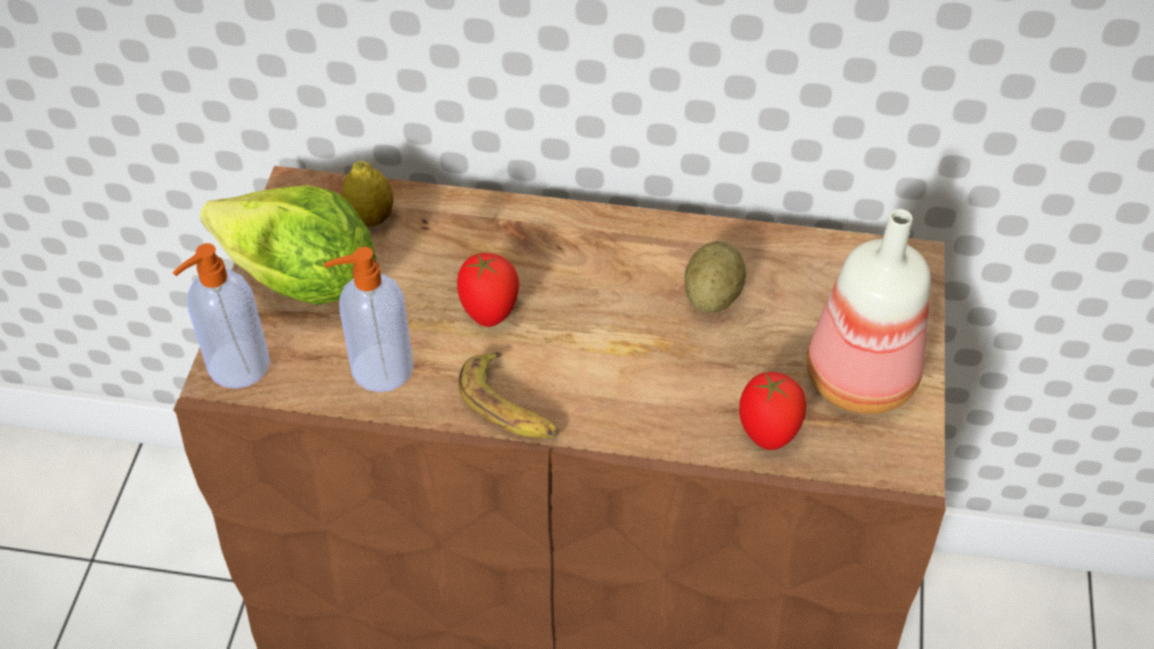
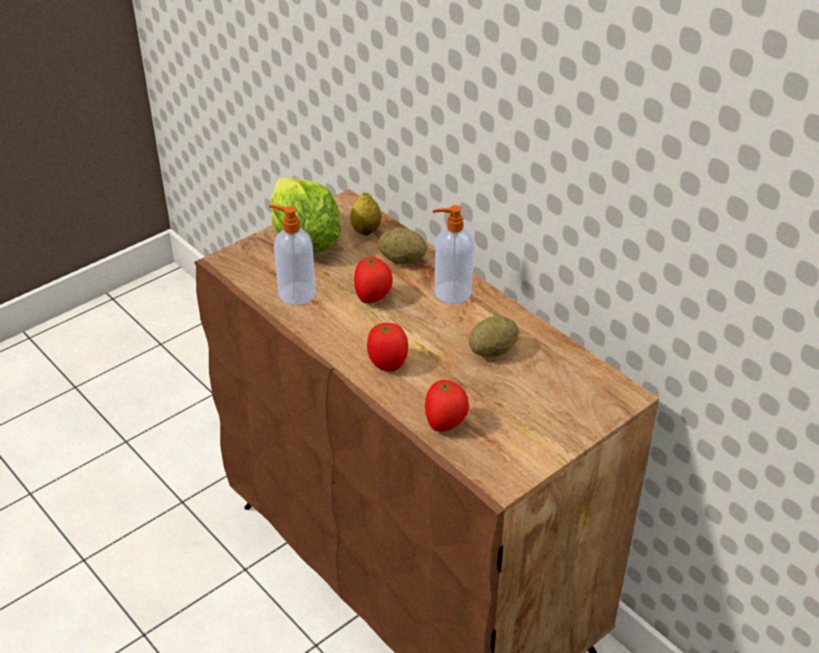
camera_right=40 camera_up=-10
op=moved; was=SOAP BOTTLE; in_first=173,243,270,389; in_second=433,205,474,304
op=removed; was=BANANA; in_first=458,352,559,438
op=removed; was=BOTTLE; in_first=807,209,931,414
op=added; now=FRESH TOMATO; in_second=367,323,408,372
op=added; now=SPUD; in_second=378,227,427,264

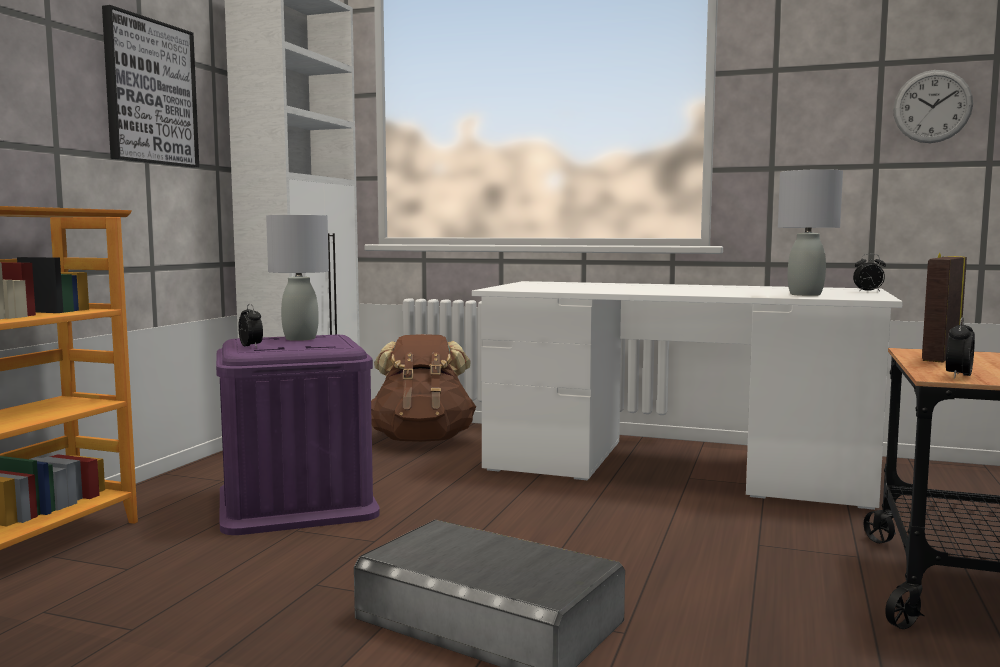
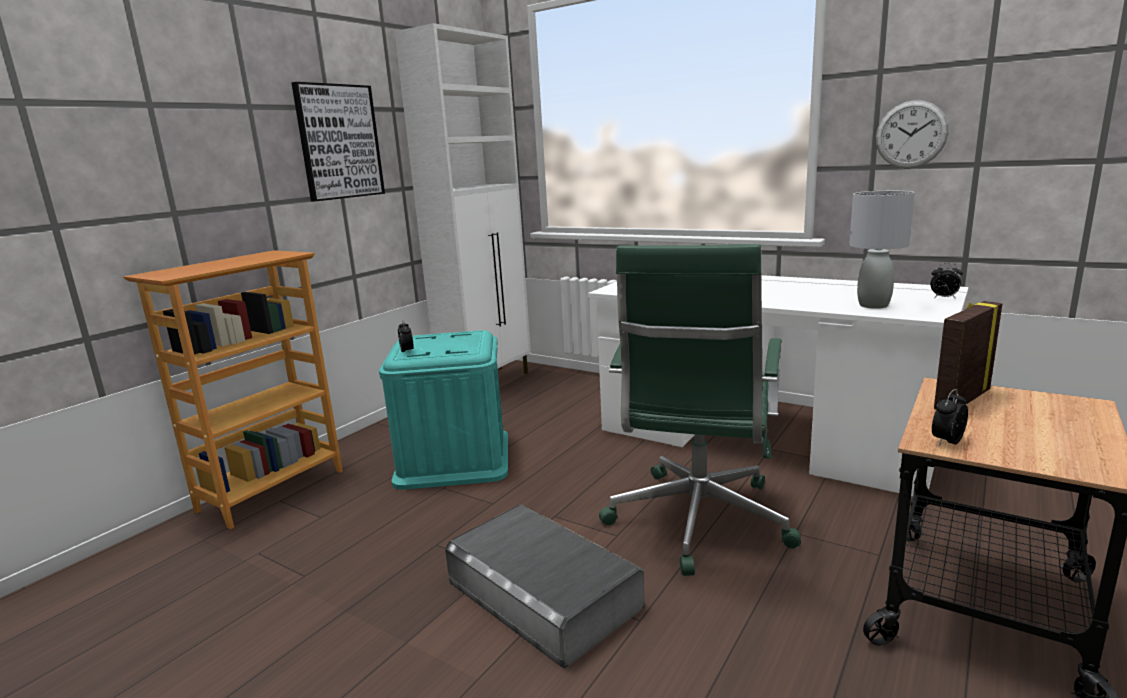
camera_right=15 camera_up=10
op=recoloured; was=PURPLISH STORAGE BOX; now=BLUE-GREEN STORAGE BOX; in_first=216,335,380,535; in_second=379,330,508,490
op=removed; was=GRAY LAMP FOR A TABLE; in_first=266,215,329,341
op=removed; was=BROWN-COLOURED BACKPACK; in_first=371,334,476,442
op=moved; was=HANGING CLOCK; in_first=893,70,973,143; in_second=876,100,949,168
op=added; now=GREEN OFFICE CHAIR; in_second=599,244,801,576

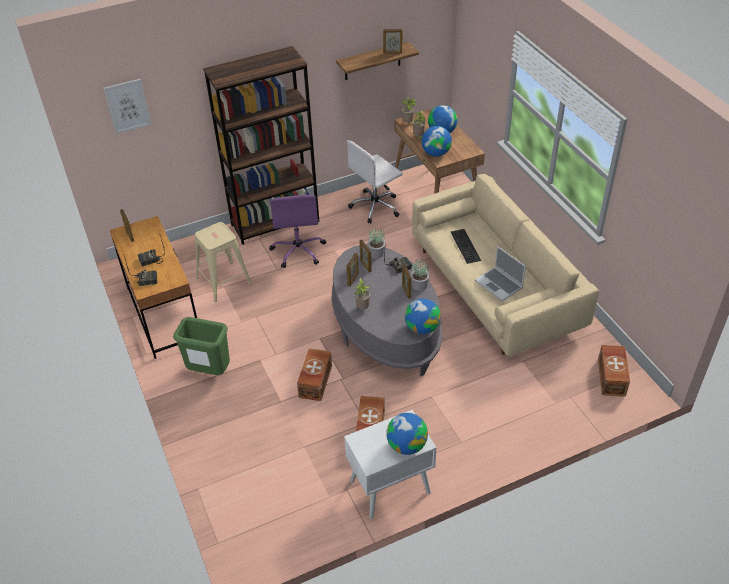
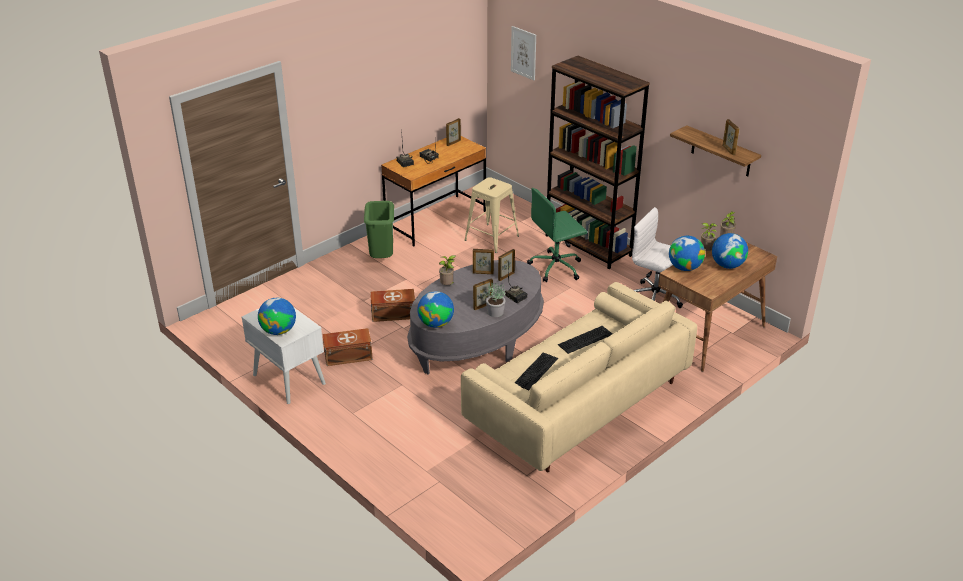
camera_right=70 camera_up=-10
op=recoloured; was=PURPLISH OFFICE CHAIR; now=GREEN OFFICE CHAIR; in_first=269,195,326,268; in_second=527,188,587,282
op=removed; was=PLANT IN A POT; in_first=368,228,386,258
op=replaced; was=NOTEBOOK COMPUTER; now=KEYBOARD; in_first=475,246,526,301; in_second=514,352,558,390
op=removed; was=BROWN-COLOURED STORAGE BOX; in_first=598,345,630,397

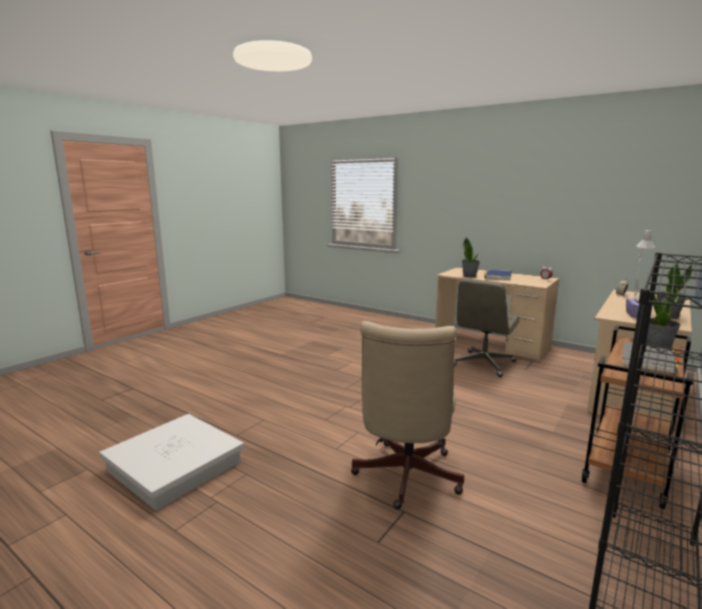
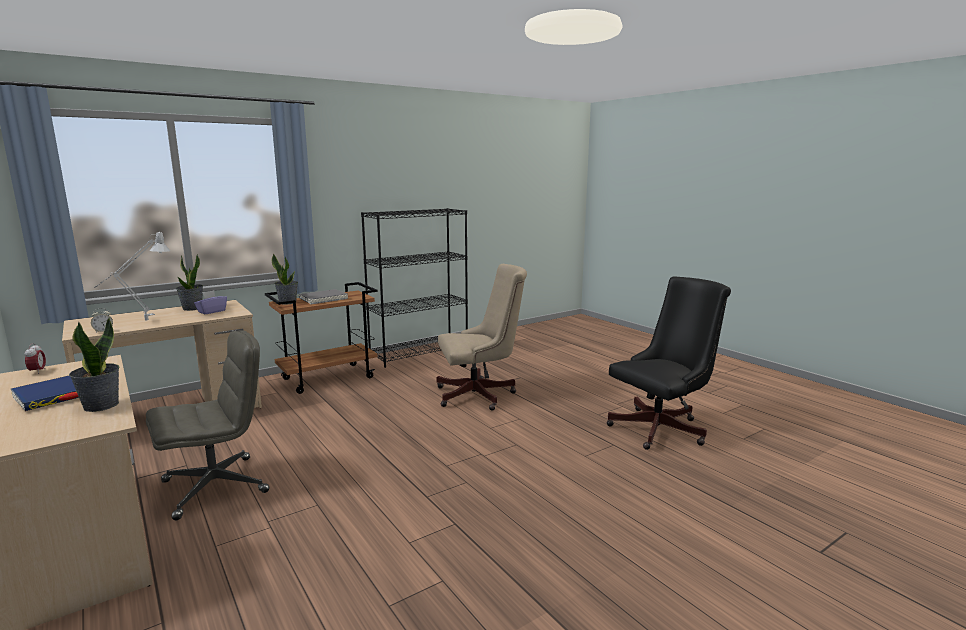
camera_right=-160 camera_up=0
op=replaced; was=WHITISH STORAGE BOX; now=BLACKISH OFFICE CHAIR; in_first=99,414,244,511; in_second=607,276,731,450
op=turned; was=BEIGE-COLOURED OFFICE CHAIR; in_first=351,321,464,509; in_second=436,264,527,411; clockwise=45

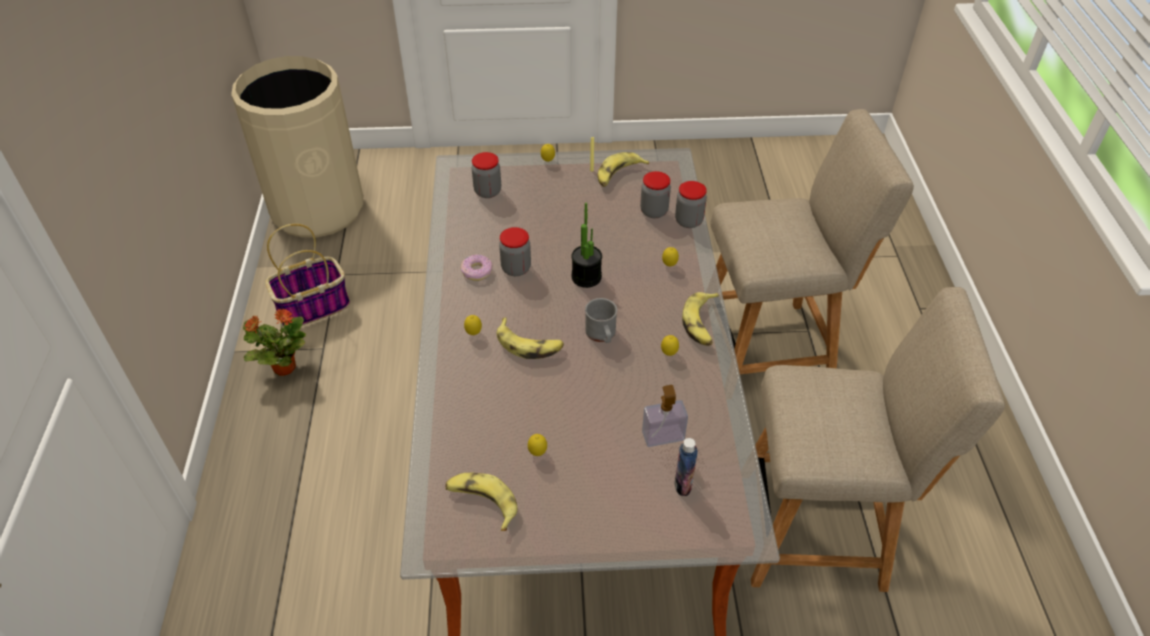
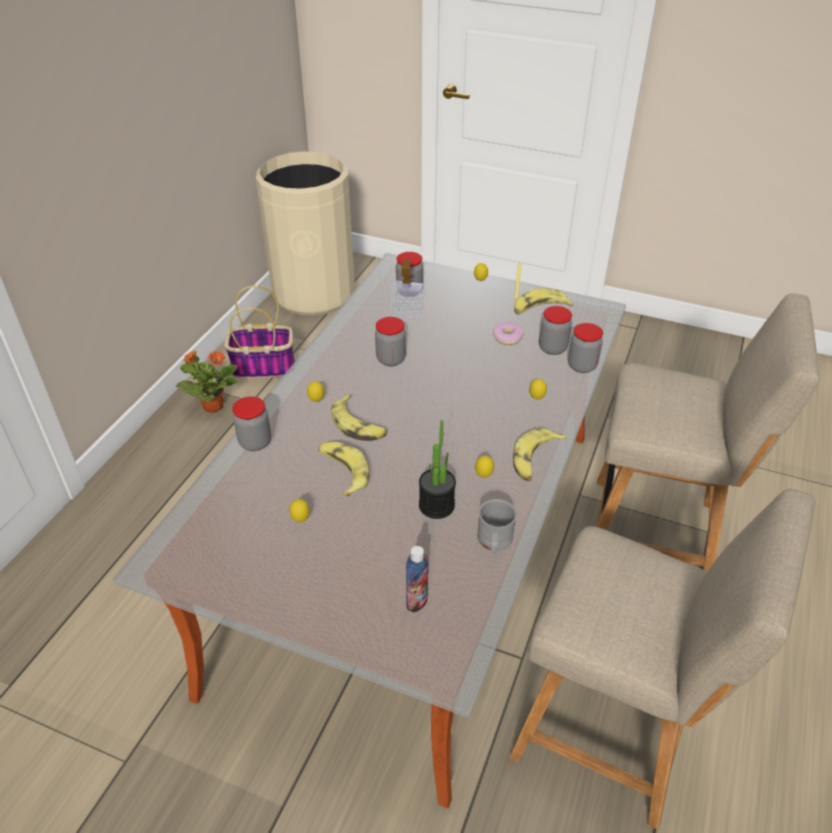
camera_right=25 camera_up=-5
op=moved; was=BANANA; in_first=445,472,517,531; in_second=318,442,369,497
op=moved; was=DOUGHNUT; in_first=460,254,493,281; in_second=493,322,524,345
op=moved; was=PLANT IN A POT; in_first=571,203,602,288; in_second=419,420,456,519
op=moved; was=GRAY TEA MUG; in_first=585,298,617,343; in_second=478,499,517,553
op=moved; was=SOAP BOTTLE; in_first=642,385,688,447; in_second=390,260,424,319
op=added; now=PRESERVE JAR; in_second=232,397,271,451

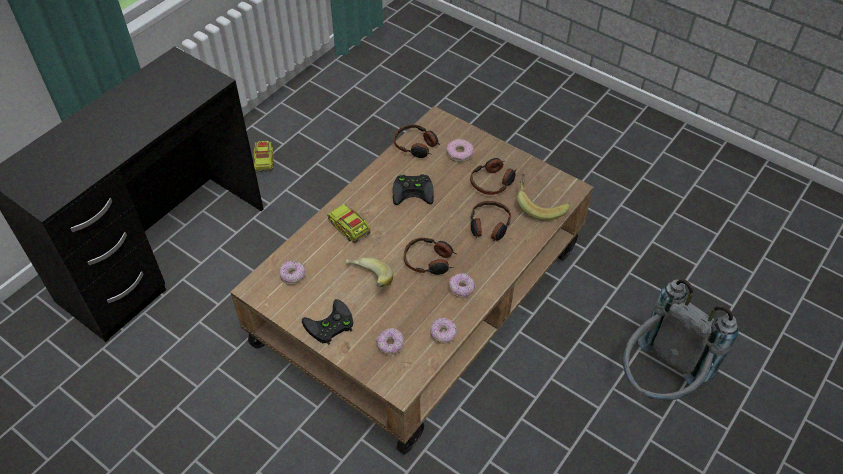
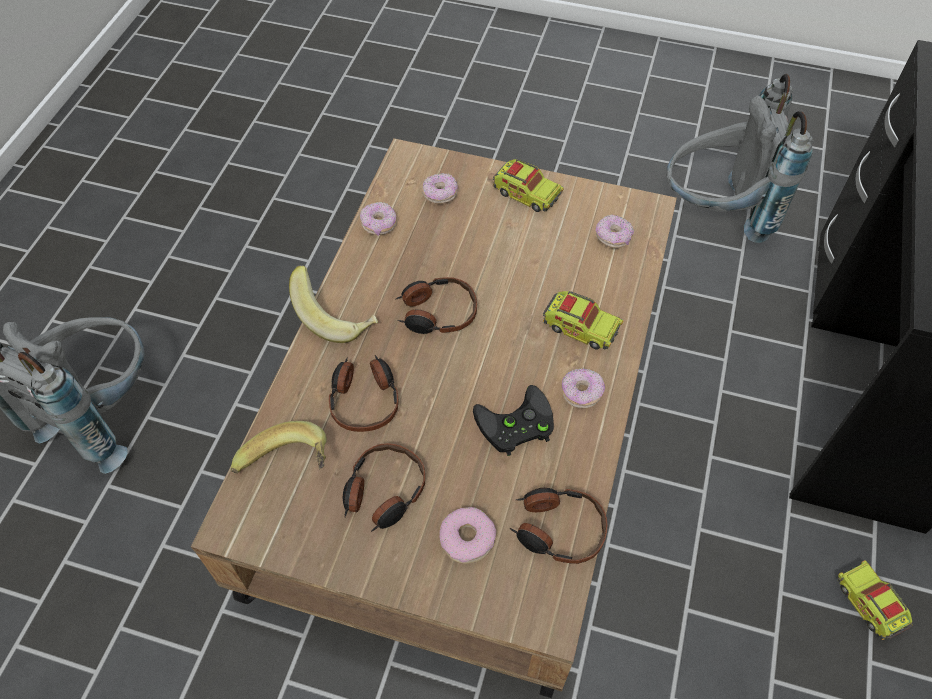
camera_right=160 camera_up=5
op=replaced; was=BLACKISH GAME CONTROLLER; now=TOY TRUCK; in_first=302,299,353,345; in_second=493,159,564,212
op=moved; was=BANANA; in_first=346,257,393,287; in_second=289,265,378,343
op=moved; was=DOUGHNUT; in_first=449,273,475,298; in_second=562,368,605,408
op=added; now=GRAY BACKPACK; in_second=666,74,814,243

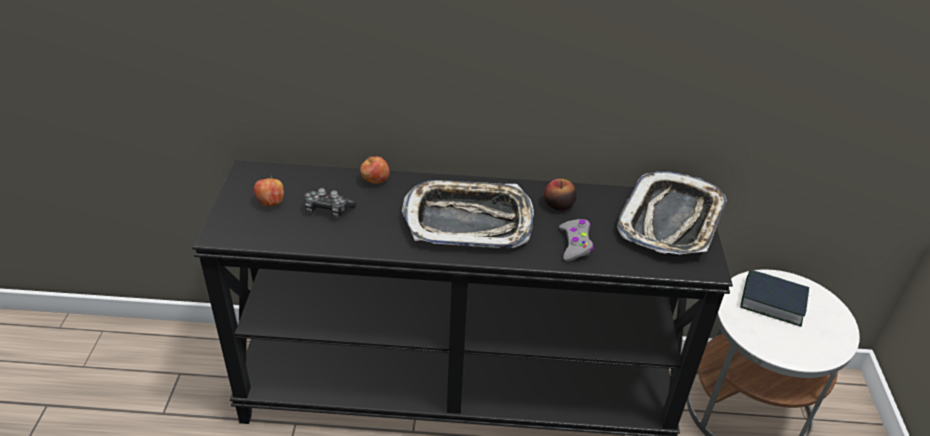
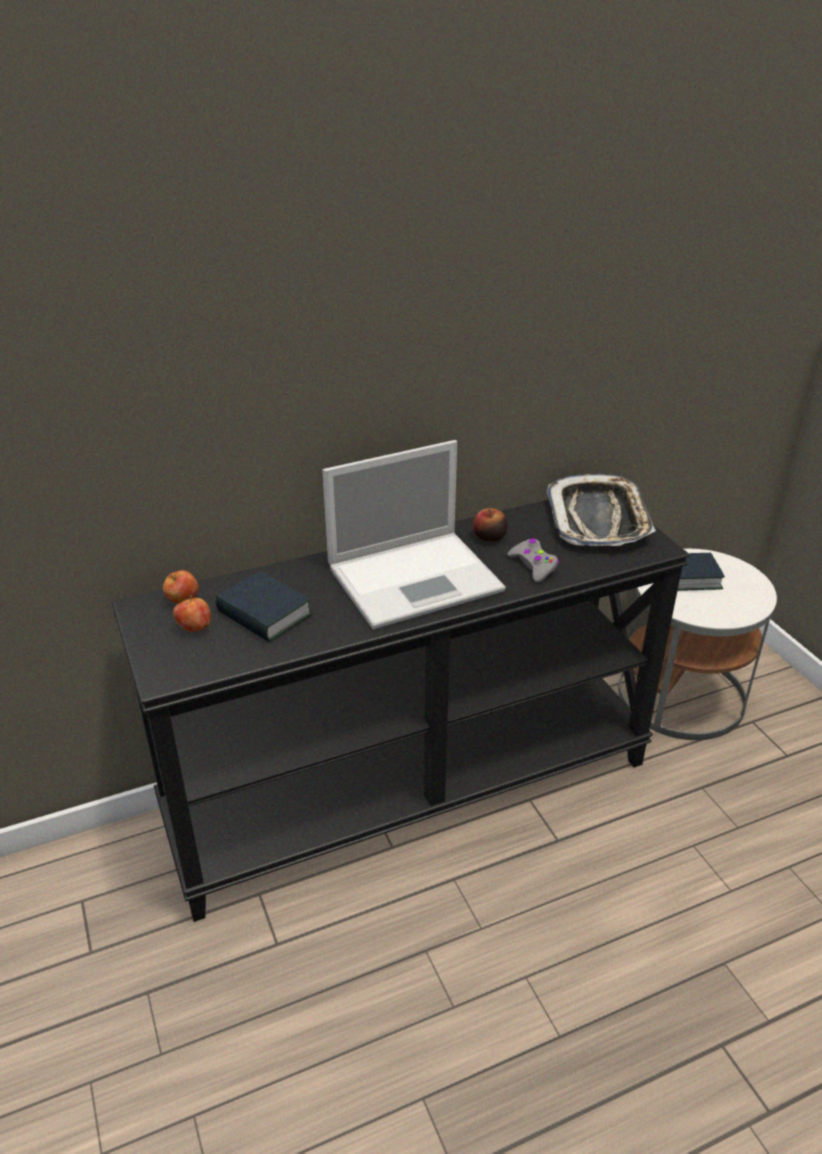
camera_right=-25 camera_up=-5
op=replaced; was=GAME CONTROLLER; now=BOOK; in_first=304,188,356,218; in_second=215,571,312,642
op=moved; was=APPLE; in_first=360,156,389,184; in_second=163,570,199,603
op=replaced; was=TRAY; now=NOTEBOOK COMPUTER; in_first=402,180,534,248; in_second=322,440,506,629

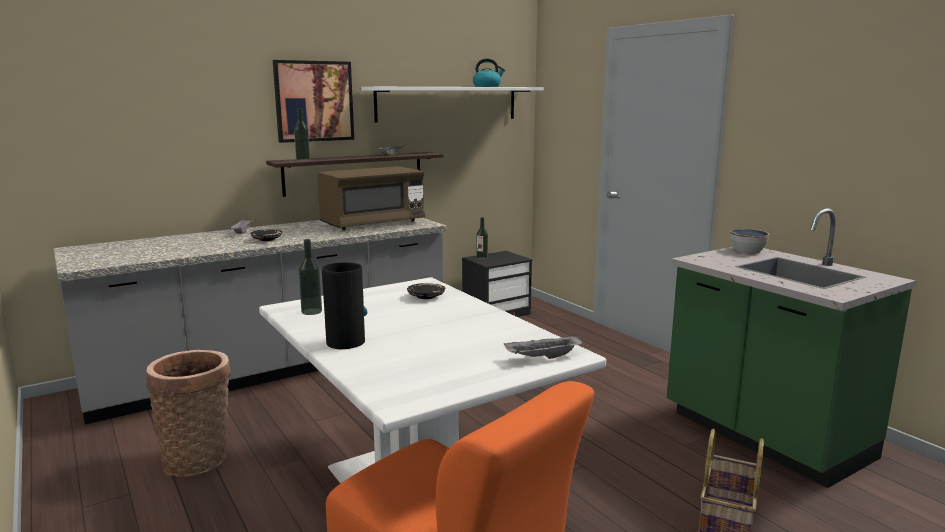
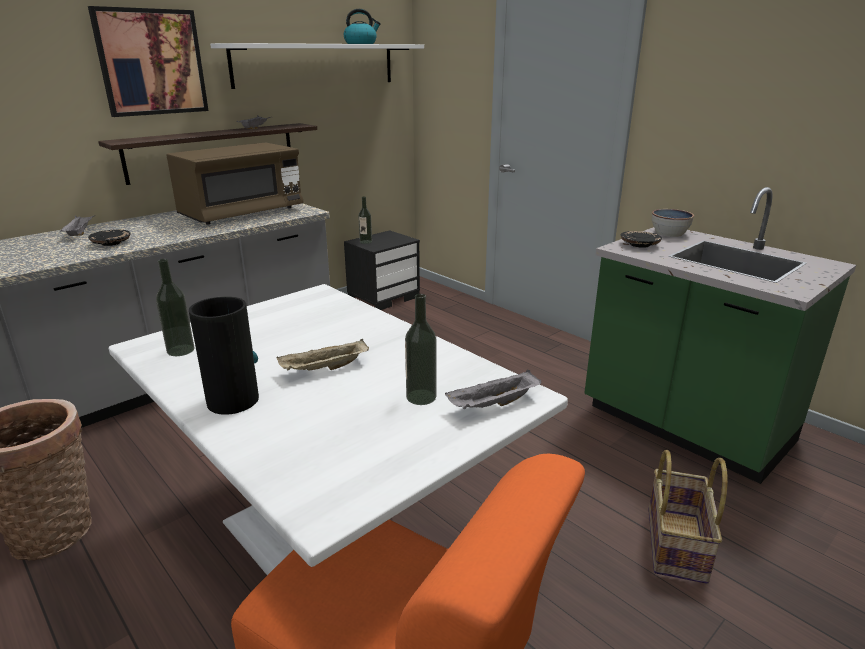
camera_right=-10 camera_up=10
op=moved; was=BOTTLE; in_first=294,108,310,161; in_second=405,294,437,405
op=moved; was=BLACKISH FLAT DISH; in_first=407,283,445,299; in_second=620,231,662,248
op=added; now=BEIGE-COLOURED TRAY; in_second=277,339,369,371

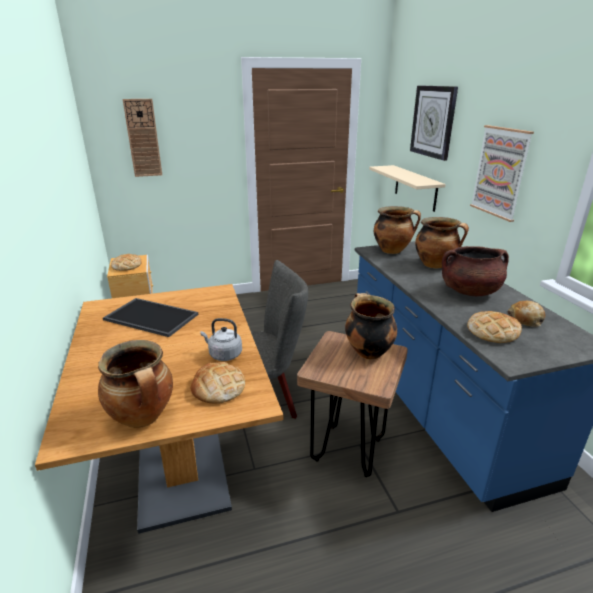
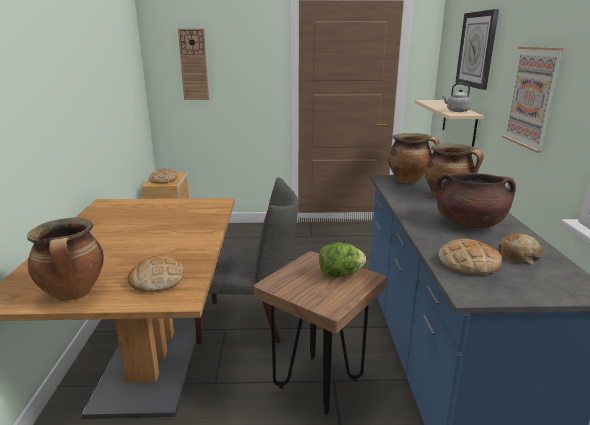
camera_right=15 camera_up=-5
op=removed; was=TRAY; in_first=103,298,198,337
op=moved; was=GRAY KETTLE; in_first=200,318,242,361; in_second=442,83,471,112
op=replaced; was=SAUCEPOT; now=HEAD OF LETTUCE; in_first=345,293,397,360; in_second=319,242,366,278

